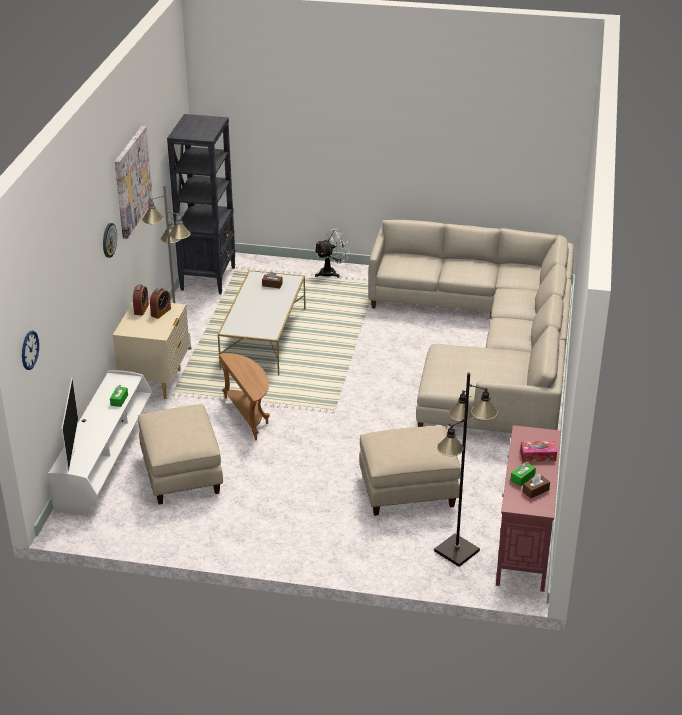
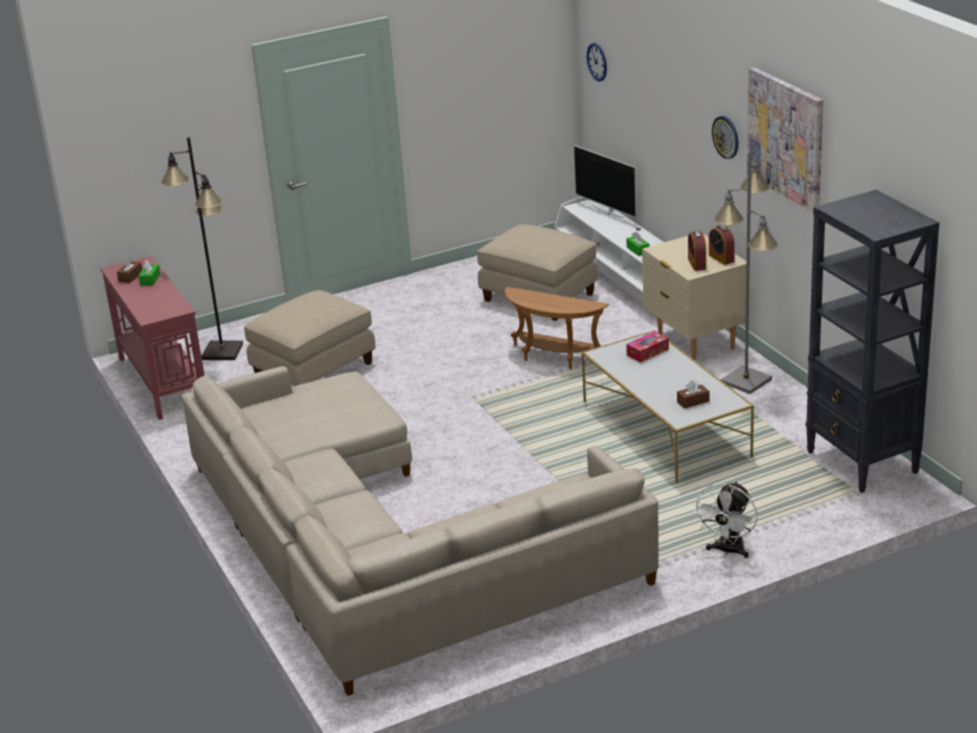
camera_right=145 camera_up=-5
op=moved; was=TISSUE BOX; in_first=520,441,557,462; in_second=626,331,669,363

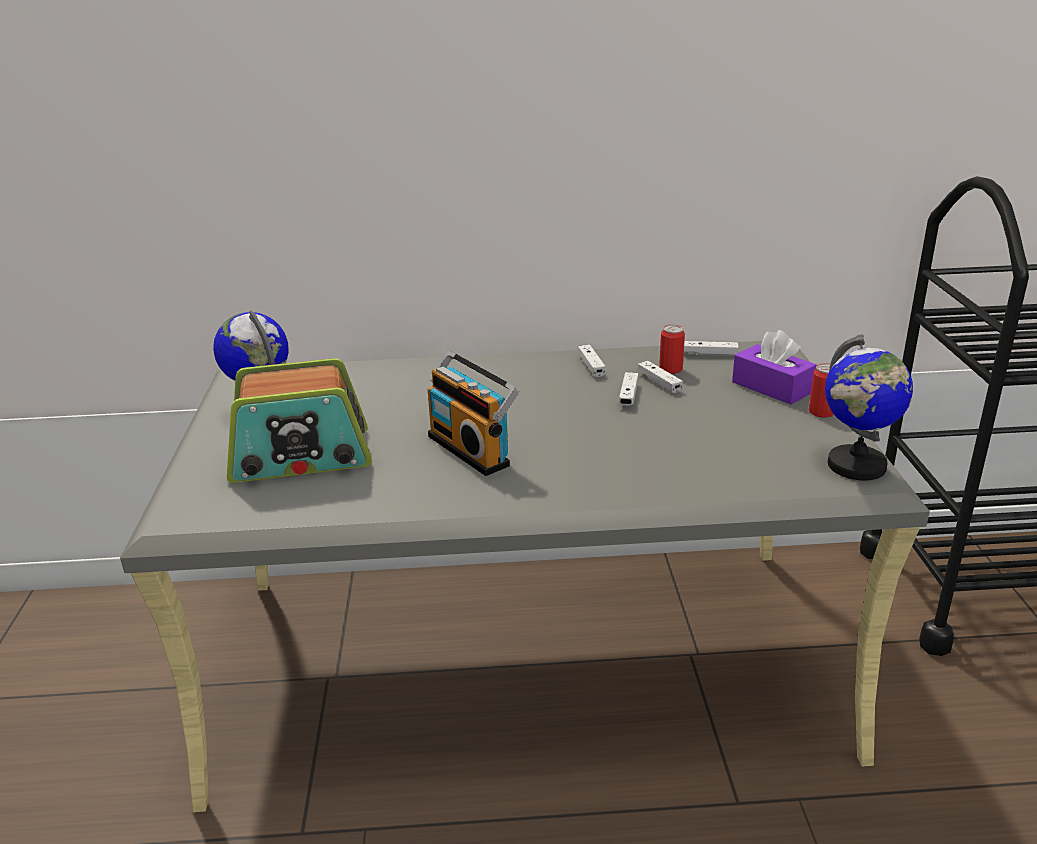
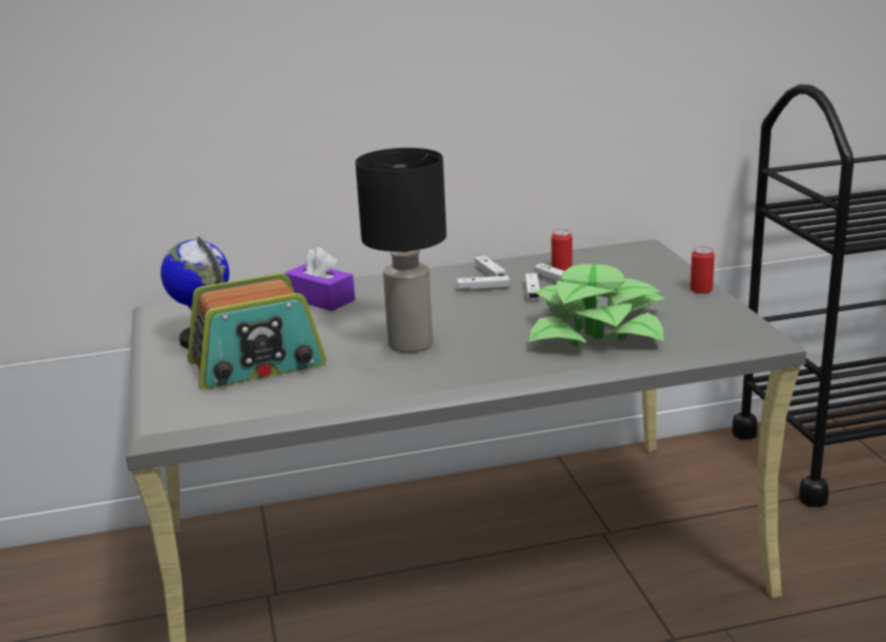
camera_right=-10 camera_up=-5
op=replaced; was=RADIO RECEIVER; now=BLACKISH LAMP FOR A TABLE; in_first=428,351,519,476; in_second=355,148,447,353
op=moved; was=WHITISH GAME CONTROLLER; in_first=684,341,739,356; in_second=457,276,510,291
op=moved; was=PURPLISH TISSUE BOX; in_first=732,330,817,405; in_second=285,247,355,311
op=removed; was=WORLD GLOBE; in_first=825,334,913,481
op=added; now=PLANT IN A POT; in_second=529,264,666,346

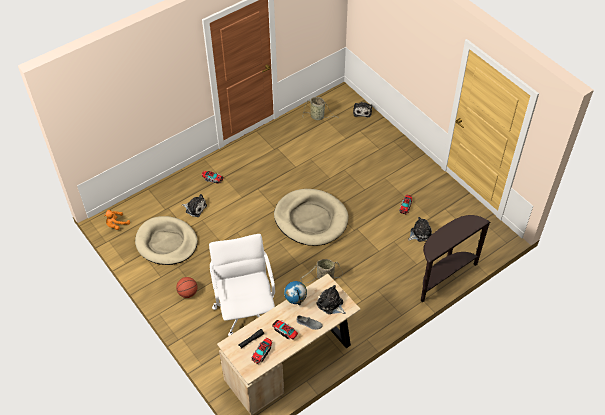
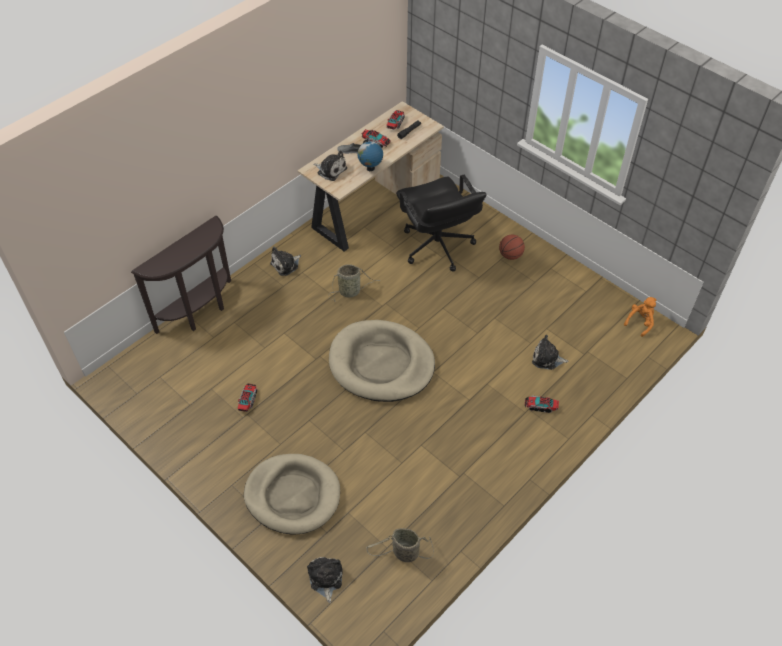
camera_right=170 camera_up=0
op=moved; was=BEIGE-COLOURED DOG BED; in_first=135,216,198,265; in_second=244,454,340,534
op=recoloured; was=WHITISH OFFICE CHAIR; now=BLACKISH OFFICE CHAIR; in_first=209,234,275,336; in_second=396,175,487,271
op=moved; was=CUDDLY TOY; in_first=408,217,432,242; in_second=270,247,301,276

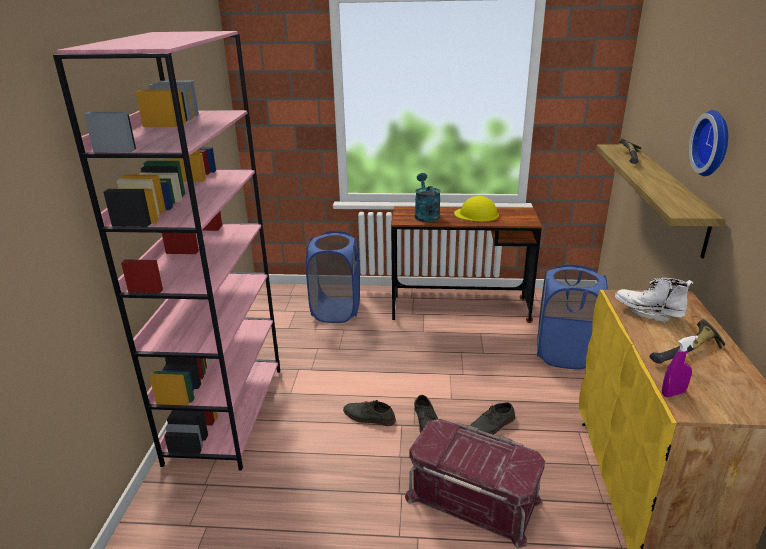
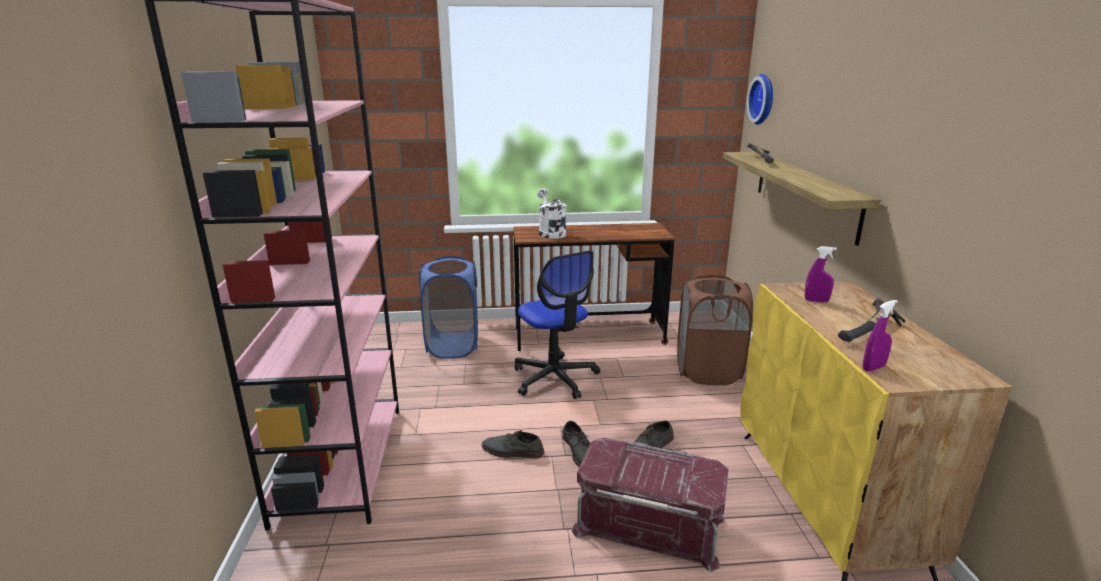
camera_right=-10 camera_up=-5
op=recoloured; was=BLUE-GREEN WATERING CAN; now=WHITISH WATERING CAN; in_first=415,173,441,222; in_second=537,189,566,239
op=removed; was=YELLOW SAFETY HELMET; in_first=454,196,499,222
op=recoloured; was=BLUE-COLOURED LAUNDRY BASKET; now=BROWN-COLOURED LAUNDRY BASKET; in_first=537,264,608,370; in_second=677,275,753,385
op=replaced; was=WHITISH BOOT; now=PURPLISH HAND SPRAYER; in_first=615,278,693,323; in_second=805,246,837,302
op=moved; was=HANGING CLOCK; in_first=689,110,728,176; in_second=747,74,773,125
op=added; now=OFFICE CHAIR; in_second=514,250,600,399

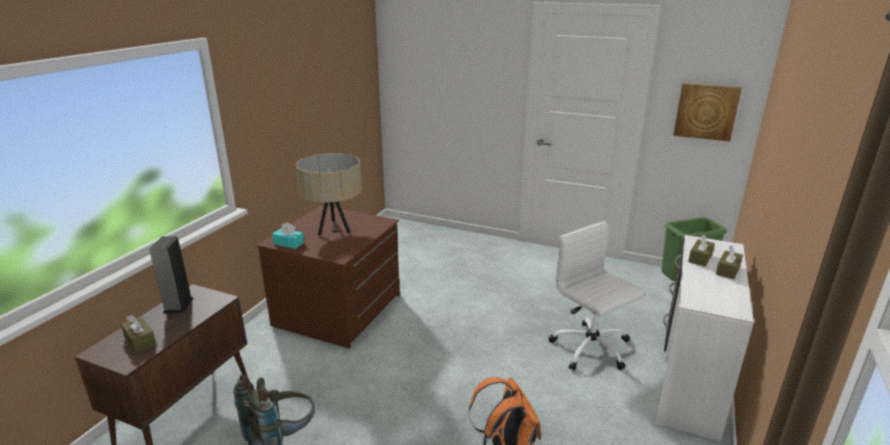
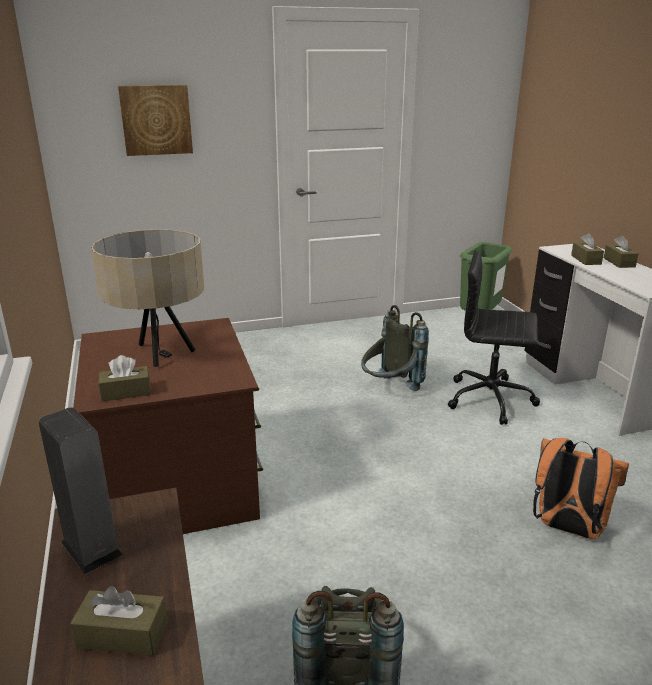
camera_right=-40 camera_up=0
op=recoloured; was=BLUE-GREEN TISSUE BOX; now=BROWN-COLOURED TISSUE BOX; in_first=272,222,304,249; in_second=98,355,151,402
op=recoloured; was=WHITISH OFFICE CHAIR; now=BLACKISH OFFICE CHAIR; in_first=549,221,646,371; in_second=448,250,540,425
op=moved; was=PICTURE; in_first=673,83,742,141; in_second=118,85,193,156
op=added; now=GRAY BACKPACK; in_second=361,305,429,391

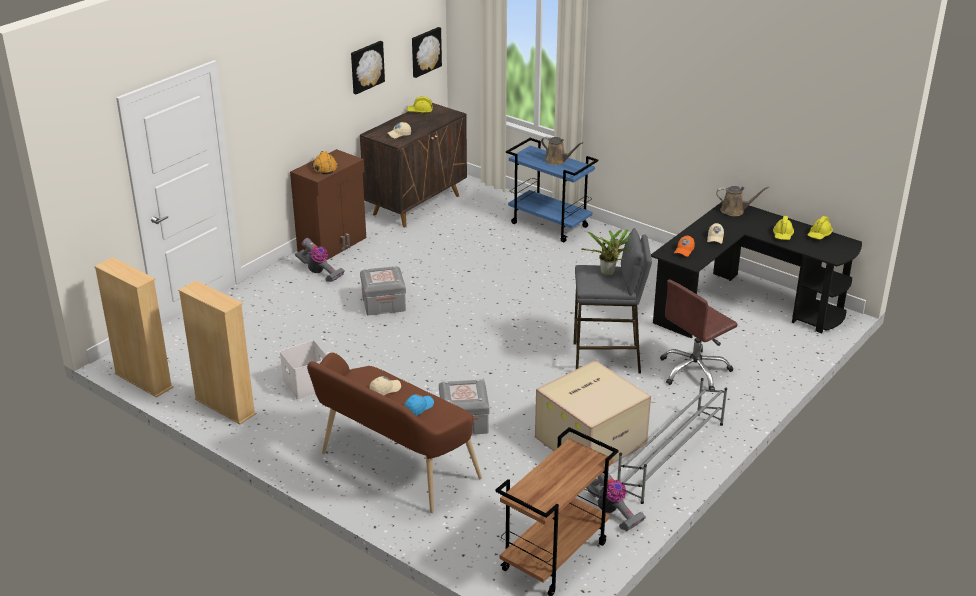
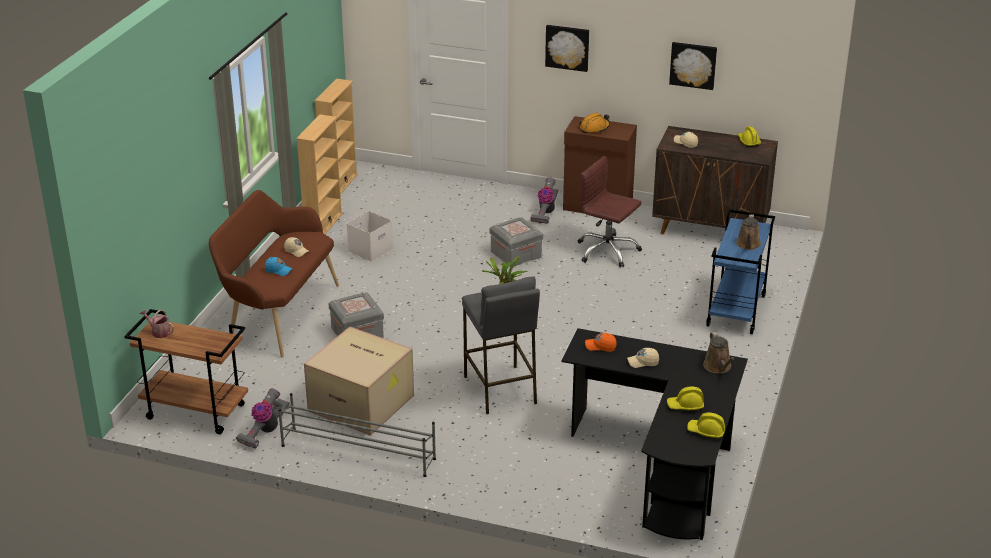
camera_right=70 camera_up=0
op=moved; was=PICTURE; in_first=412,27,442,78; in_second=545,25,589,72
op=moved; was=BROWN-COLOURED OFFICE CHAIR; in_first=660,279,738,390; in_second=578,156,642,267
op=added; now=WATERING CAN; in_second=140,309,174,338

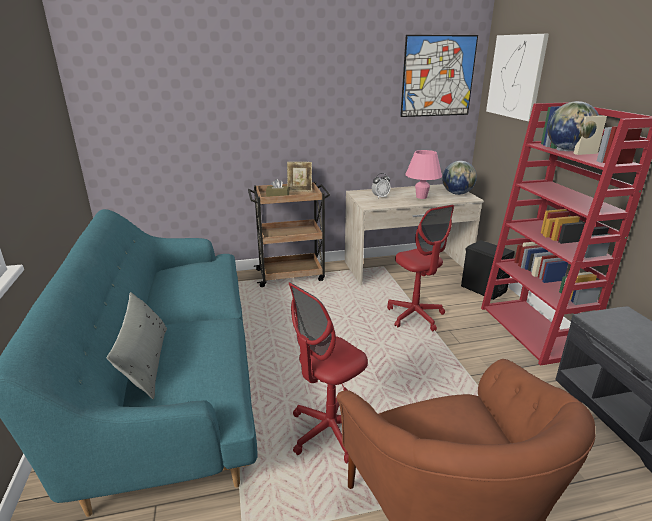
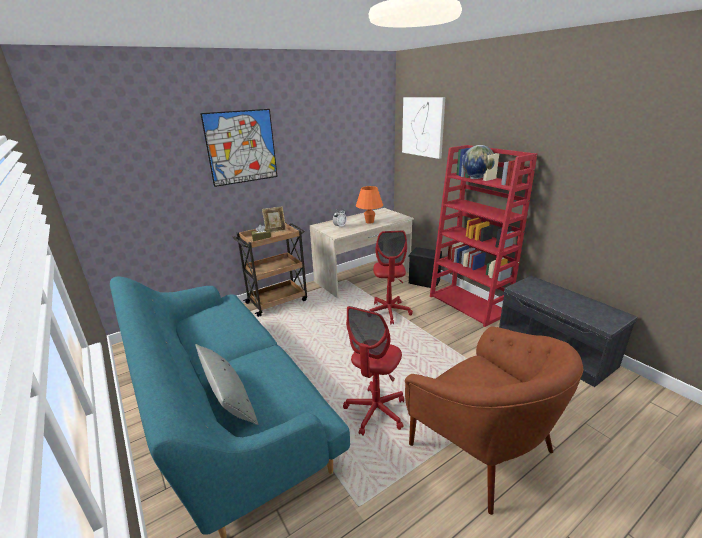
camera_right=-20 camera_up=0
op=turned; was=RED-COLOURED OFFICE CHAIR; in_first=387,205,454,331; in_second=369,230,413,325; clockwise=45
op=moved; was=PICTURE; in_first=400,35,478,117; in_second=200,109,278,187
op=recoloured; was=PINK-COLOURED LAMP FOR A TABLE; now=ORANGEY LAMP FOR A TABLE; in_first=405,150,442,199; in_second=356,186,383,224
op=removed; was=WORLD GLOBE; in_first=442,161,477,195

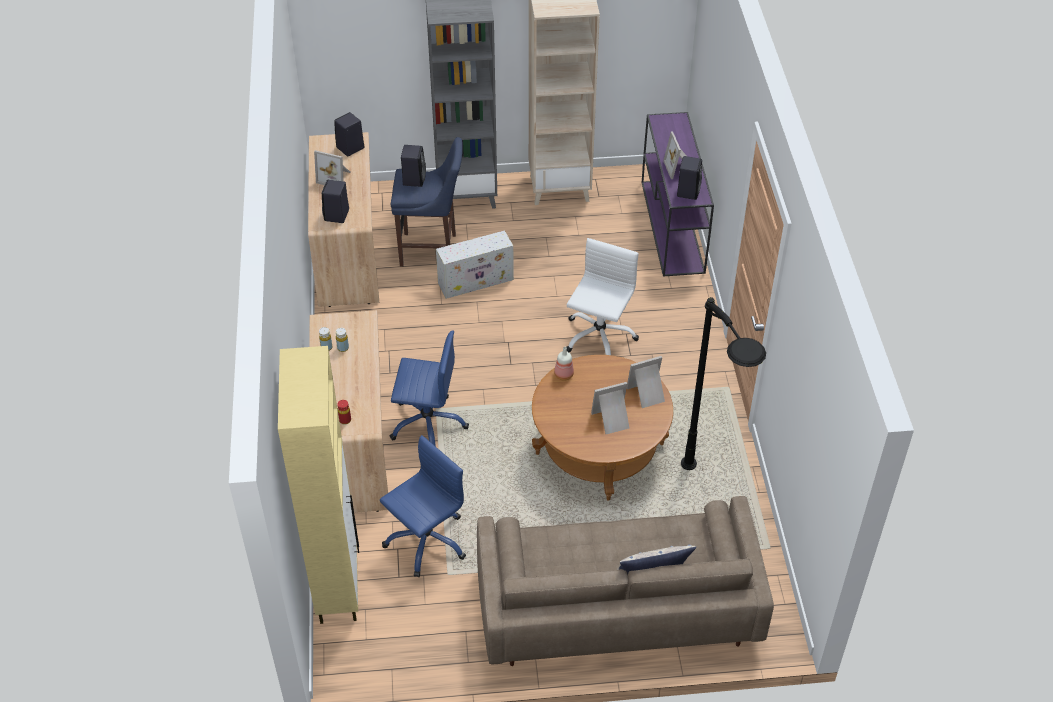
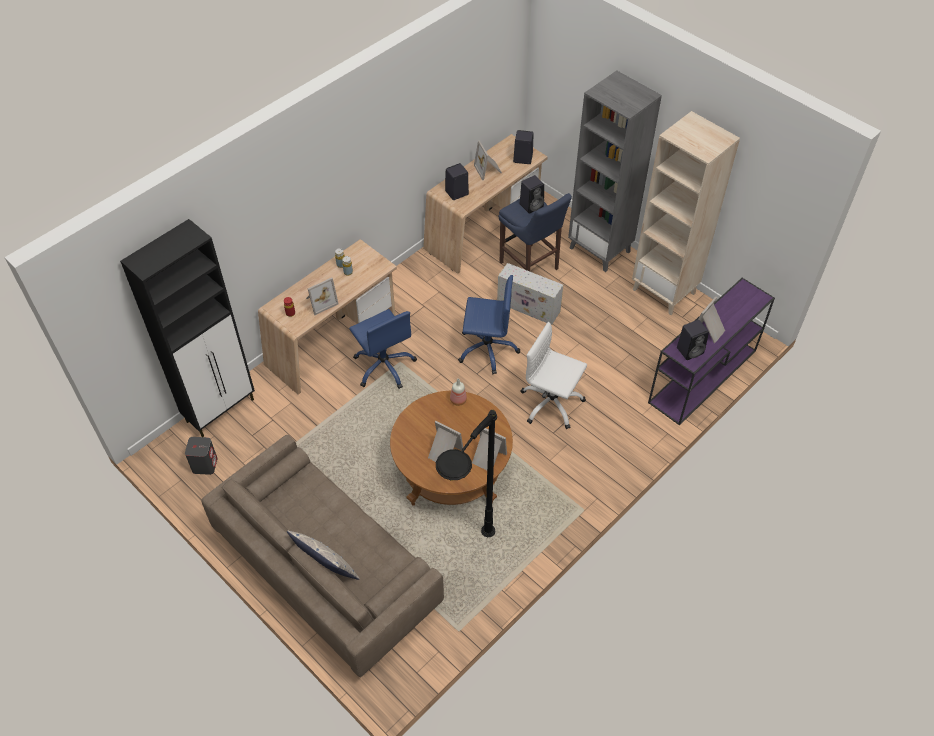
camera_right=50 camera_up=5
op=recoloured; was=BEIGE-COLOURED CABINET; now=BLACKISH CABINET; in_first=278,346,359,624; in_second=120,219,255,437
op=moved; was=BLUE-COLOURED OFFICE CHAIR; in_first=380,435,466,577; in_second=458,275,520,374
op=turned; was=WHITISH OFFICE CHAIR; in_first=567,238,639,355; in_second=521,322,587,429; clockwise=-135
op=added; now=GRAY SPEAKER; in_second=185,437,217,475
op=added; now=PICTURE FRAME; in_second=306,277,339,315

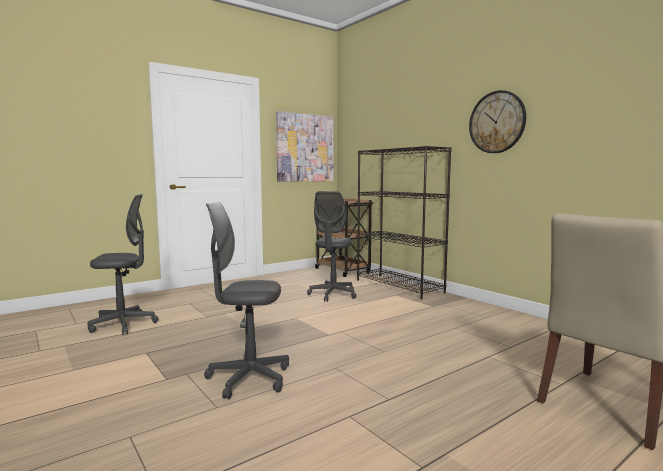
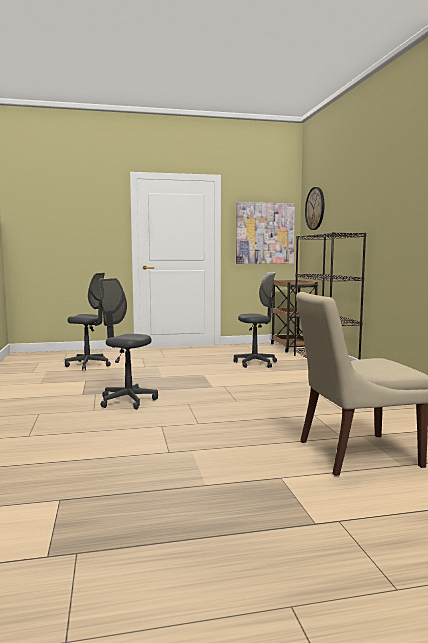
camera_right=25 camera_up=0
op=turned; was=GRAY OFFICE CHAIR; in_first=307,191,357,302; in_second=234,272,277,368; clockwise=-150
op=moved; was=HANGING CLOCK; in_first=469,90,526,153; in_second=305,187,324,230

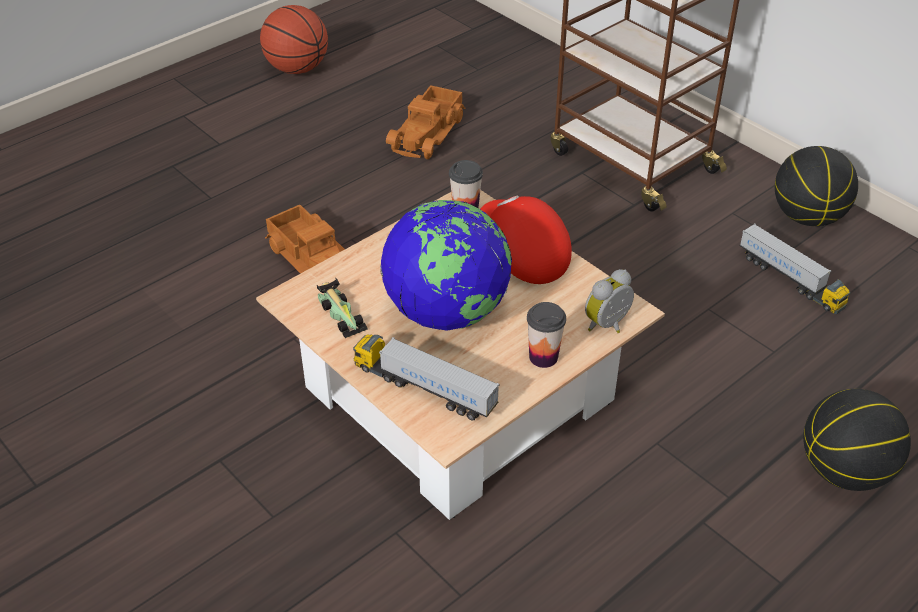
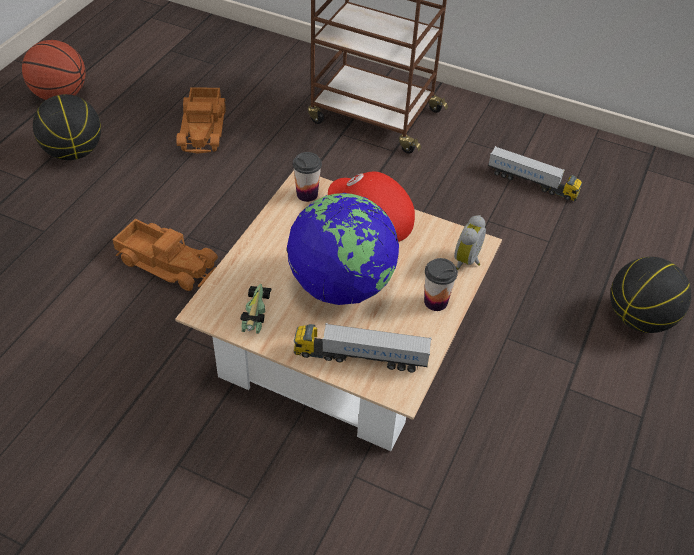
camera_right=-25 camera_up=5
op=turned; was=MODEL CAR; in_first=317,278,368,338; in_second=240,284,272,334; clockwise=-120
op=moved; was=BALL FOR BASKETBALL; in_first=775,146,858,226; in_second=33,94,101,160

